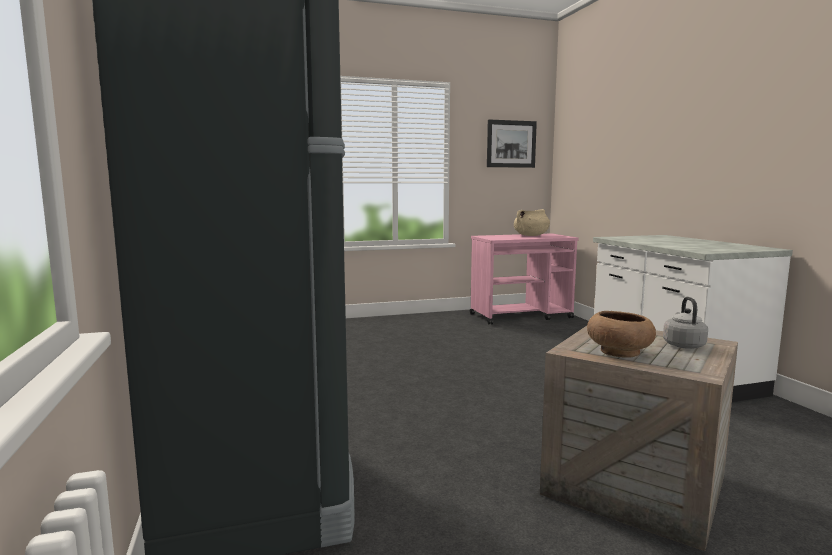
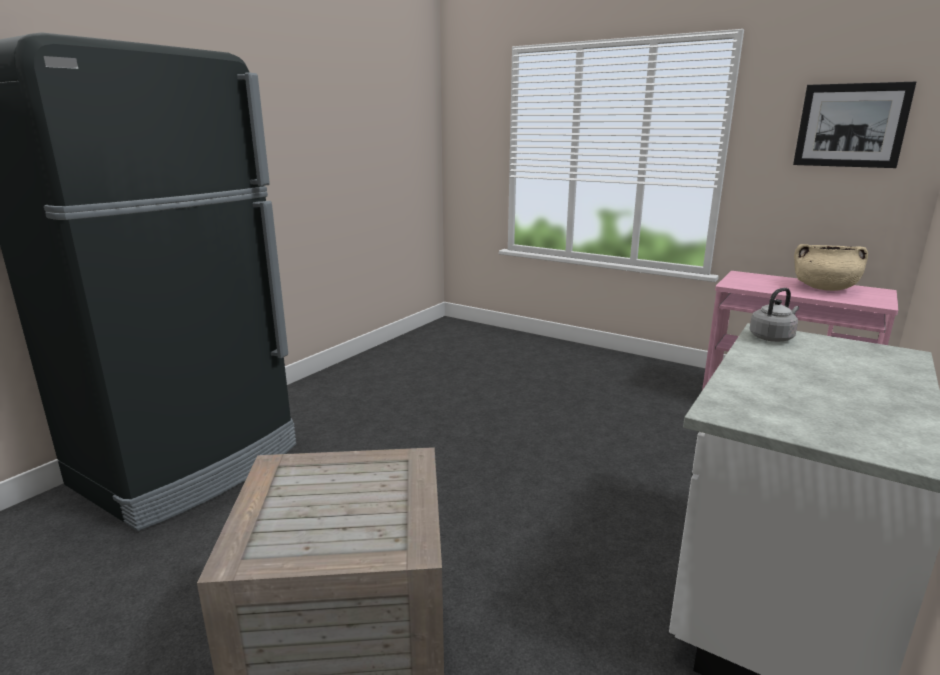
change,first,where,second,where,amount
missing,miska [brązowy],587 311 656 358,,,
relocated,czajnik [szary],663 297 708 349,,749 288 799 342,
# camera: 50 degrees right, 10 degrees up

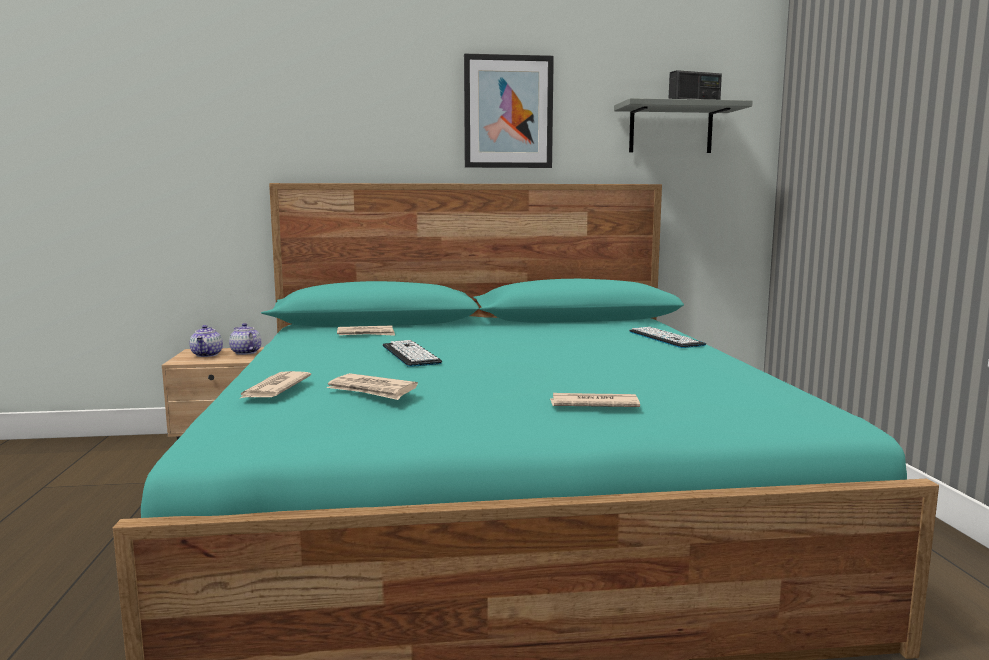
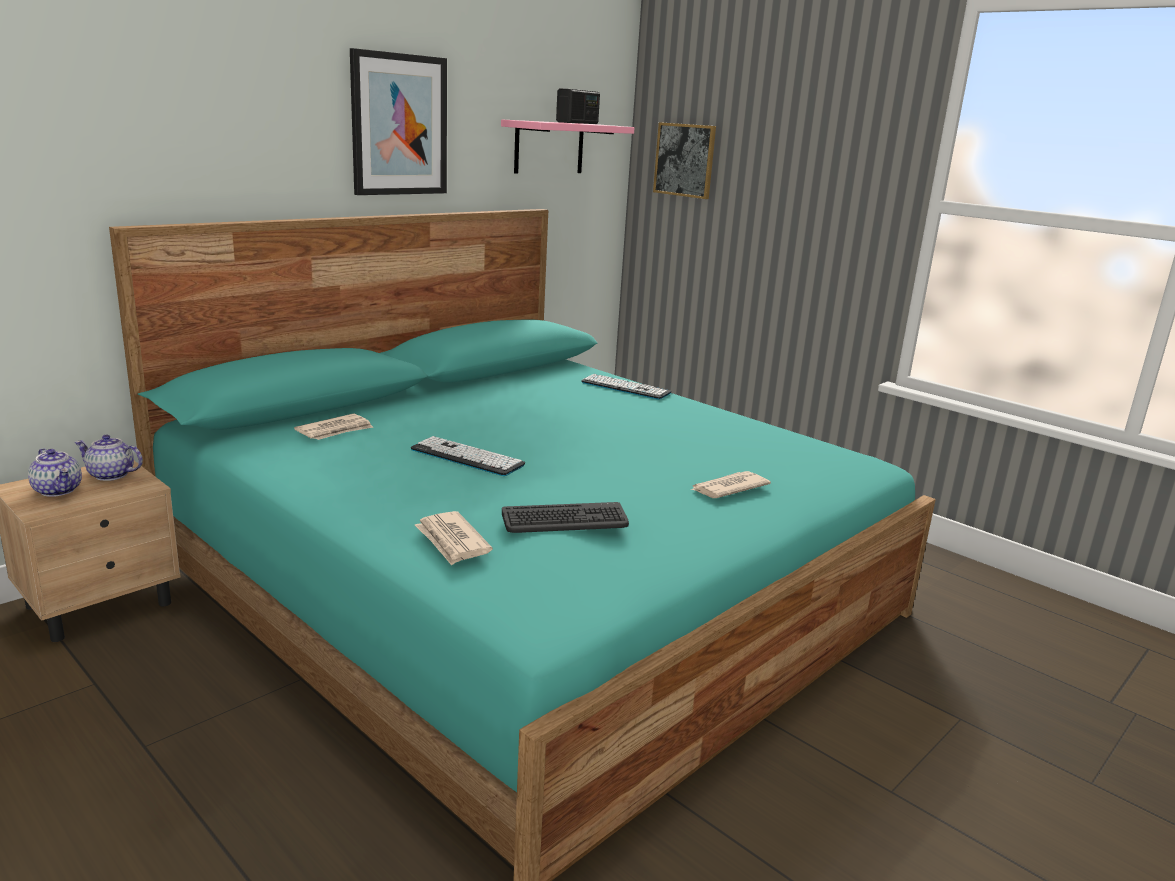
change,first,where,second,where,amount
exchanged,gazeta,327 373 418 400,klawiatura,502 502 629 533,
colour,półka [szary],614 98 753 153,półka [różowy],501 120 634 173,
appeared,,,obraz,653 122 716 199,
# camera: 40 degrees left, 10 degrees up

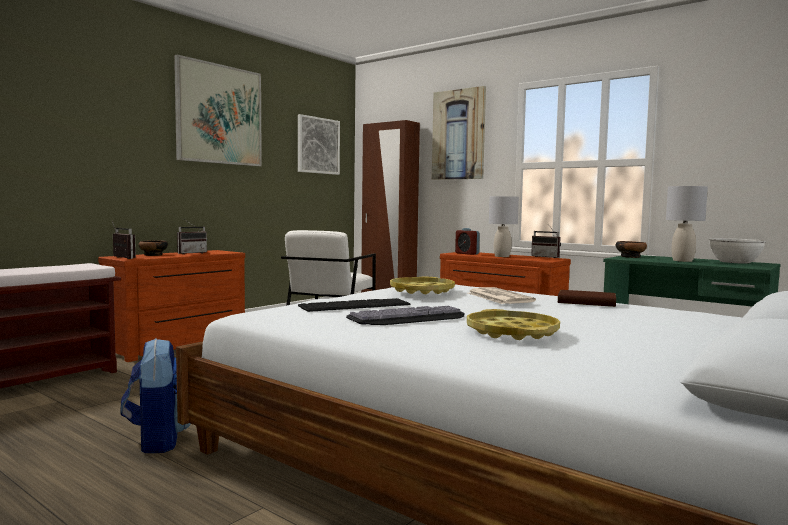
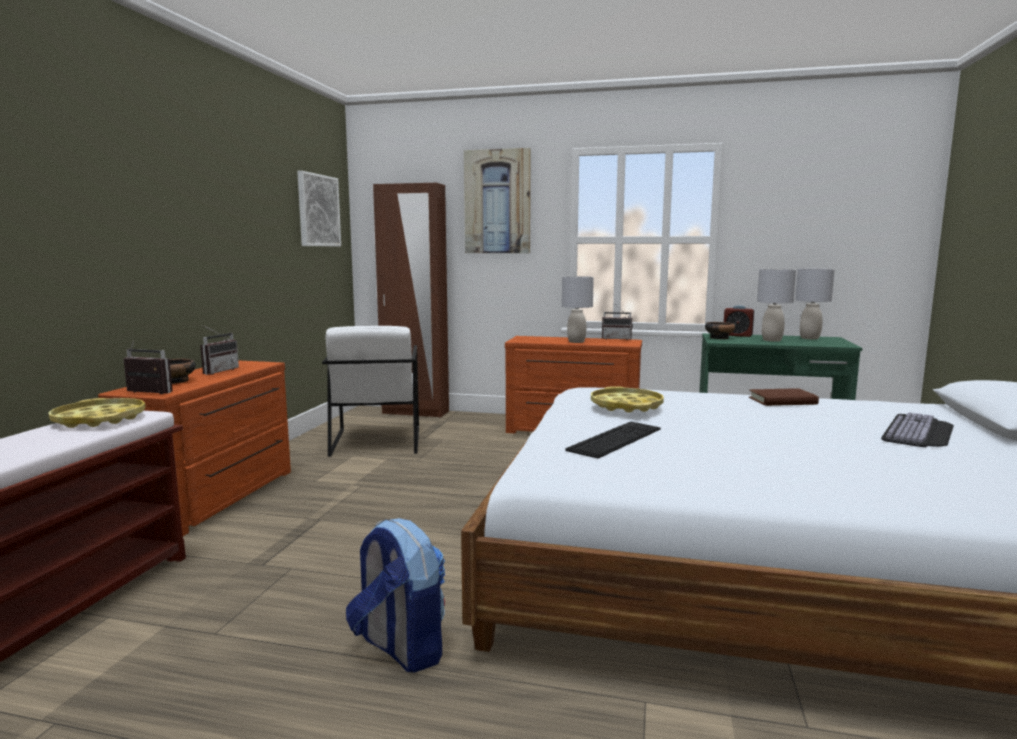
change,first,where,second,where,amount
missing,obraz,174 54 262 166,,,
relocated,klawiatura,346 306 465 325,,881 412 954 447,
relocated,budzik,455 228 480 255,,724 305 754 337,
relocated,taca [żółty],467 309 560 340,,48 398 146 428,
missing,gazeta,468 287 536 304,,,
exchanged,miska [biały],709 238 766 263,lampa stołowa [szary],795 269 835 339,
# camera: 25 degrees left, 5 degrees up

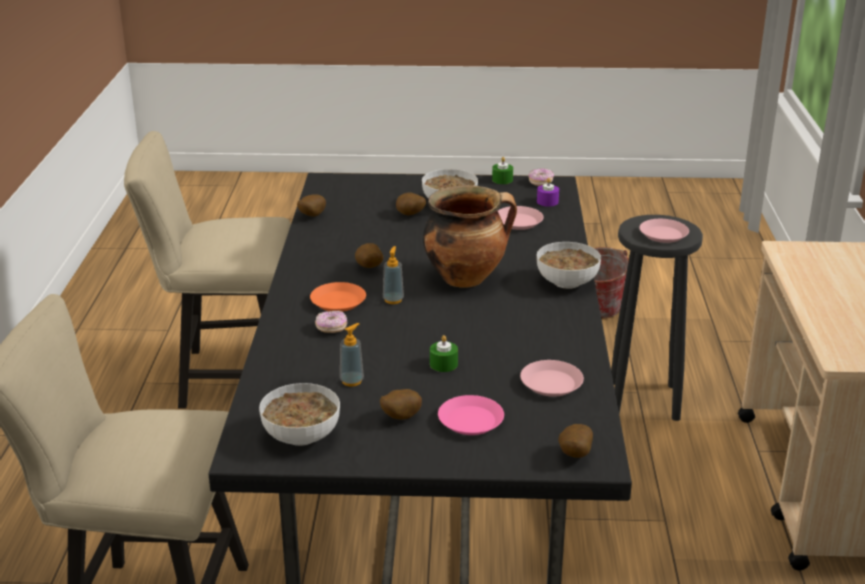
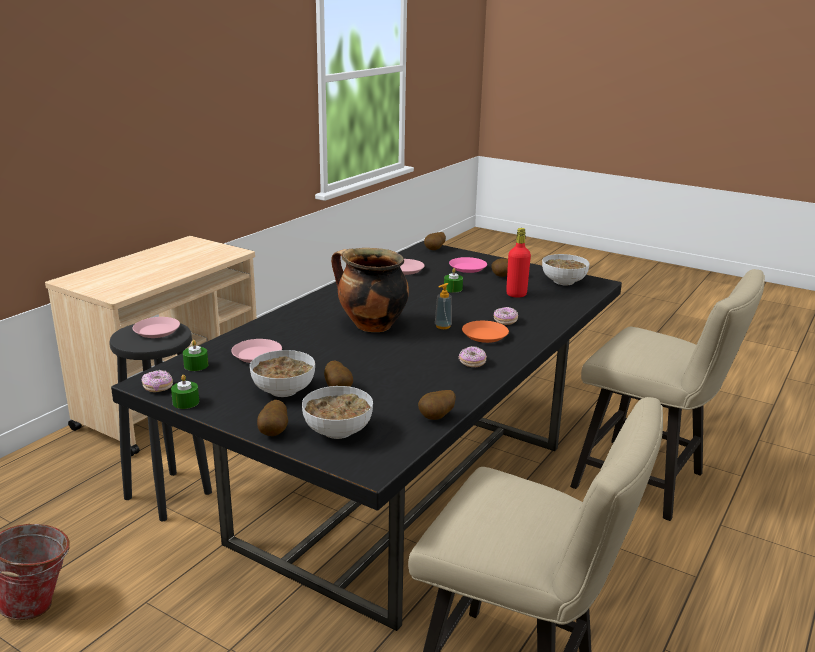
change,first,where,second,where,amount
exchanged,dozownik mydła,340 323 364 387,butelka [czerwony],506 228 531 297,
relocated,ziemniak,355 243 383 268,,257 400 288 436,
relocated,miska,536 242 601 289,,302 386 373 439,
colour,świeca [fioletowy],537 178 559 207,świeca [zielony],183 340 208 371,
appeared,,,donut,459 346 487 367,
# camera: 150 degrees left, 5 degrees down

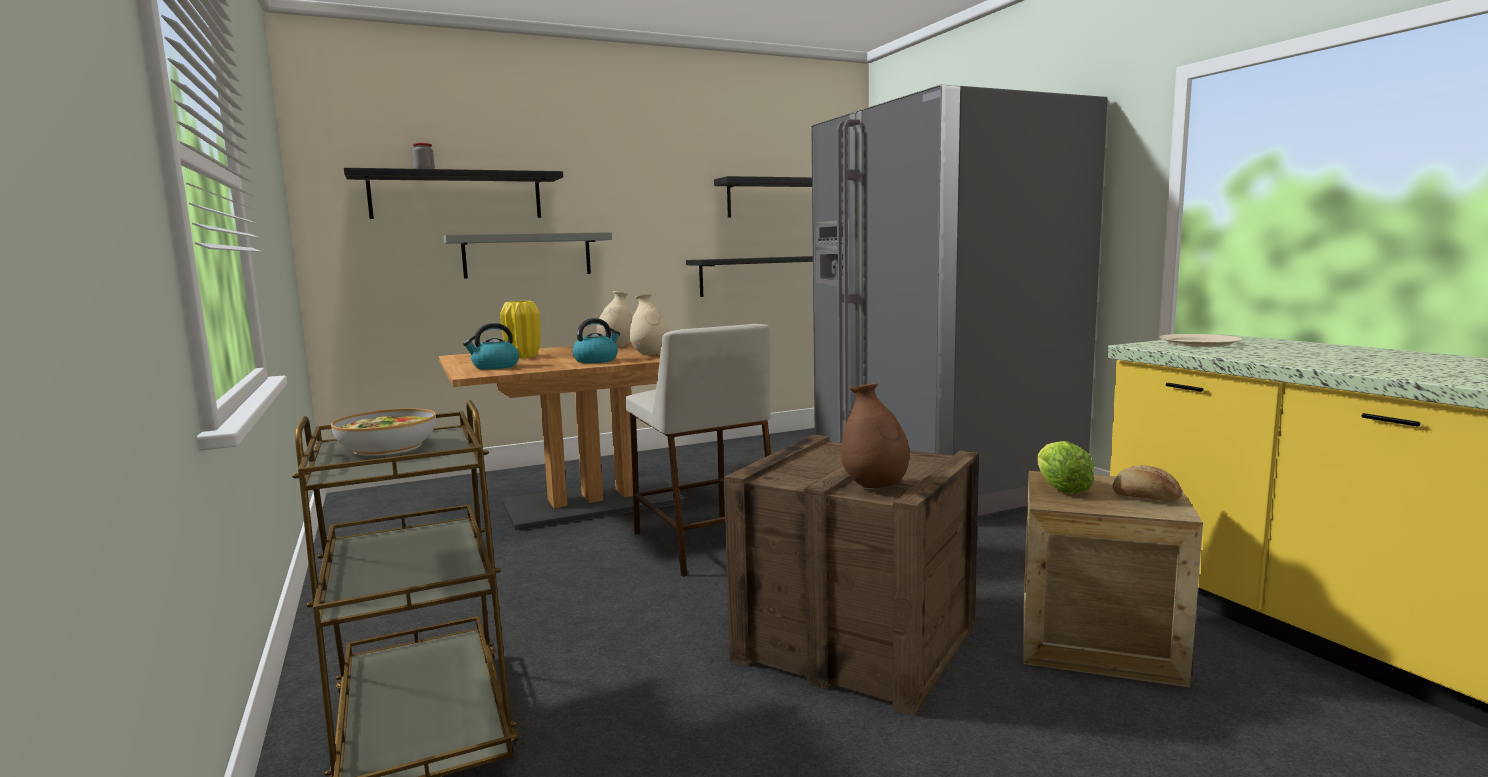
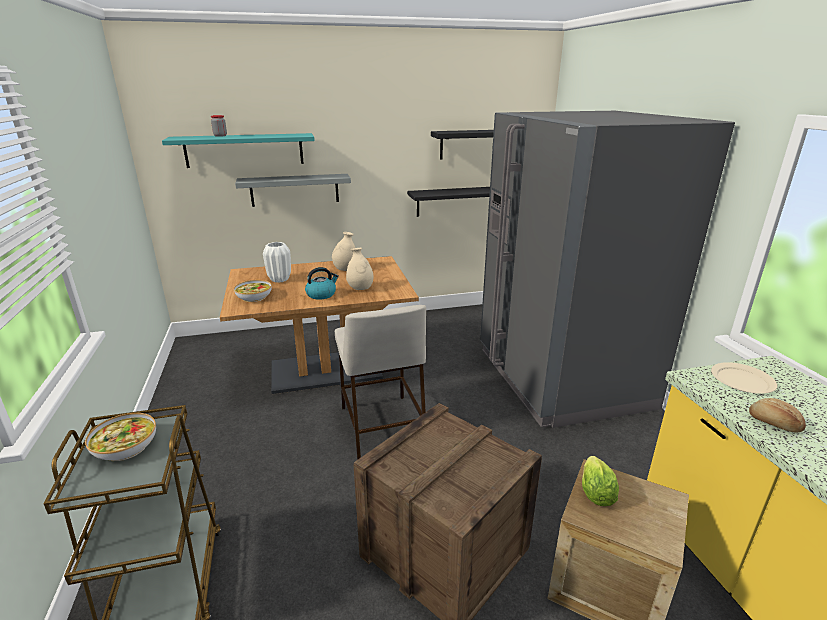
change,first,where,second,where,amount
colour,półka [czarny],344 168 563 219,półka [turkusowy],162 133 315 168,
exchanged,czajnik,463 323 519 370,miska,234 280 272 302,
colour,wazon [żółty],500 301 541 358,wazon [biały],263 242 291 283,
missing,wazon [brązowy],841 383 910 488,,,
relocated,chleb,1113 465 1182 501,,749 398 806 433,
# camera: 10 degrees right, 15 degrees up

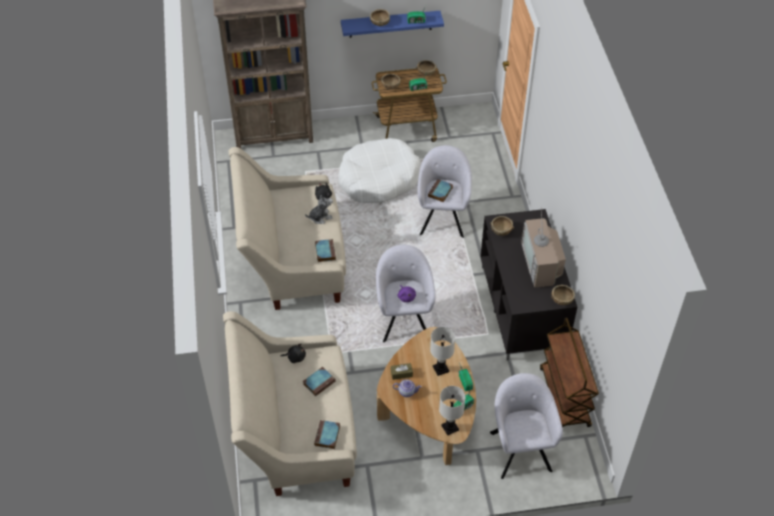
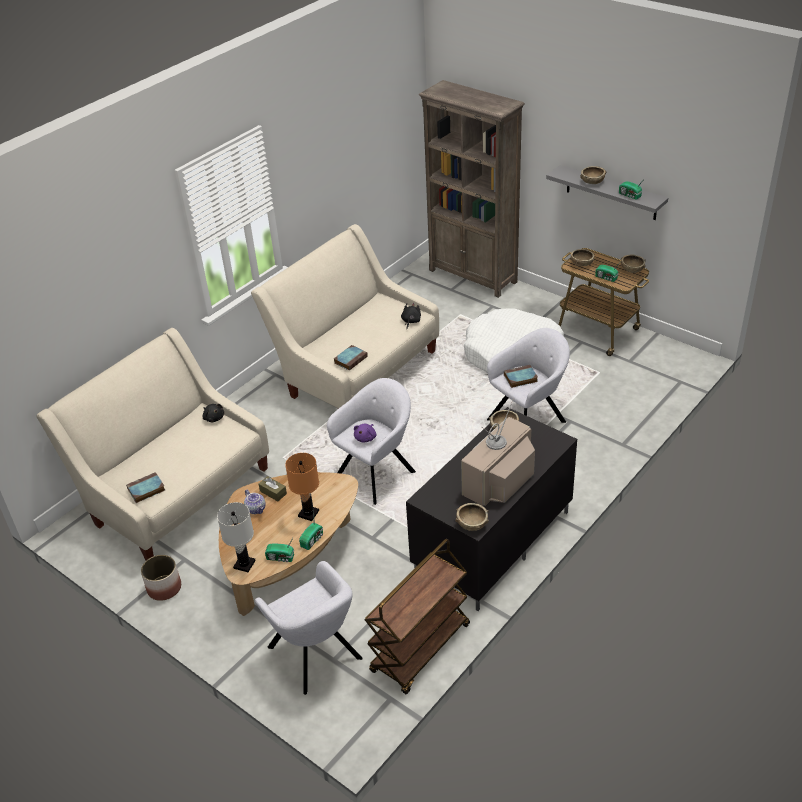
change,first,where,second,where,amount
missing,książka,303 367 336 396,,,
missing,pluszak,305 195 333 224,,,
colour,półka [niebieski],341 11 444 38,półka [szary],546 165 668 220,
colour,lampa stołowa [biały],430 327 455 376,lampa stołowa [pomarańczowy],285 453 319 521,
spun,fotel [szary],490 373 563 479,,255 561 363 695,105 degrees clockwise
appeared,,,donica,141 555 181 601,
# camera: 50 degrees right, 10 degrees down

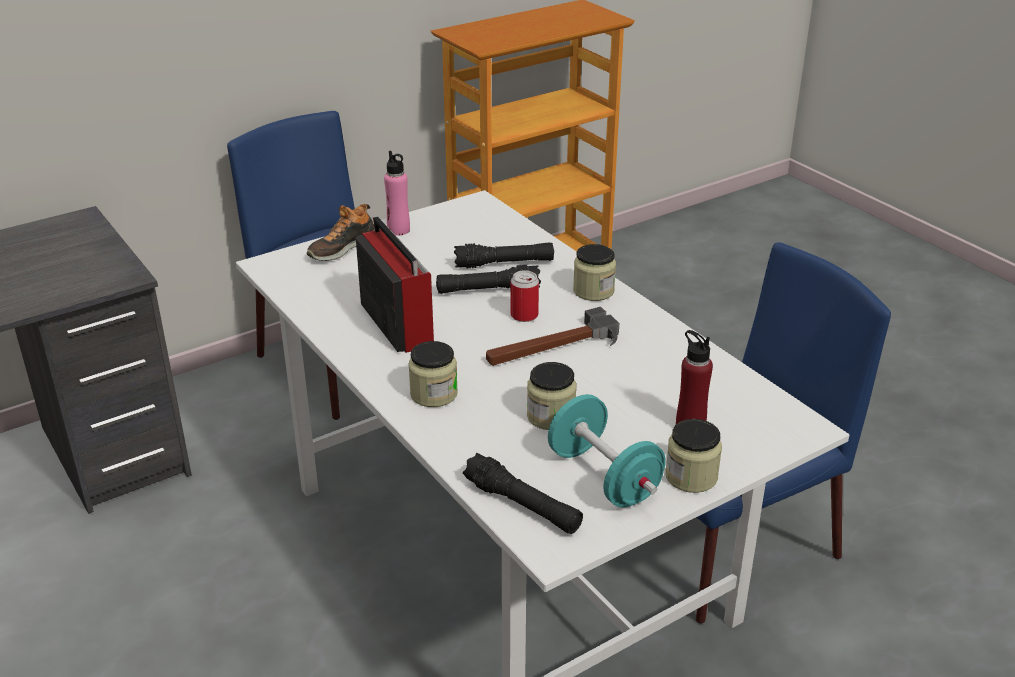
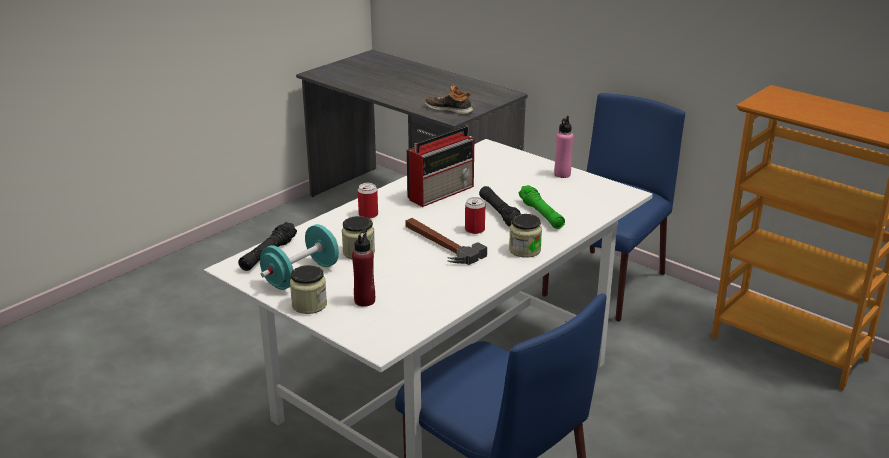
change,first,where,second,where,amount
relocated,but,307 204 374 261,,425 84 473 115,
exchanged,słoik,408 341 458 407,puszka,358 183 378 219,
colour,latarka [czarny],454 242 554 268,latarka [zielony],519 185 565 229,
# camera: 75 degrees right, 5 degrees down

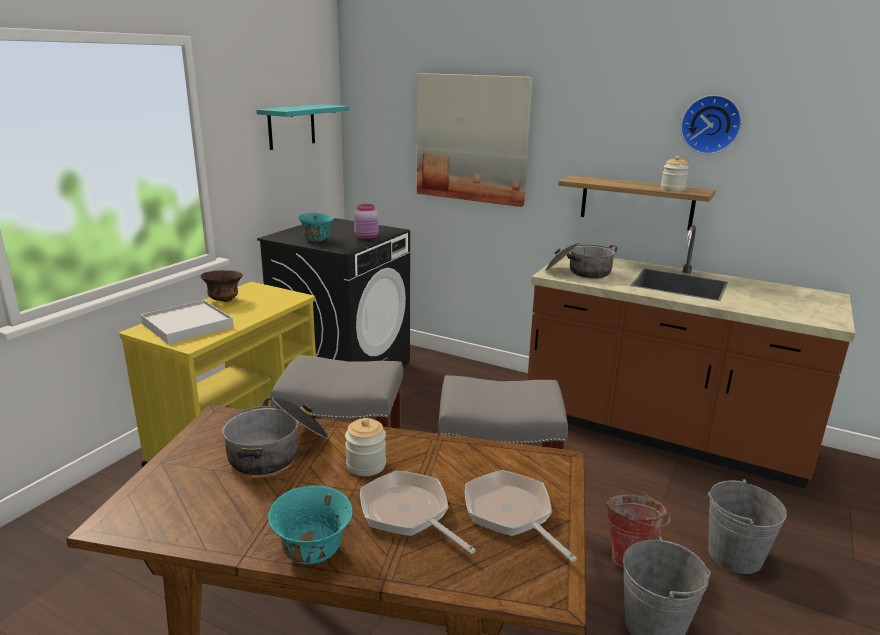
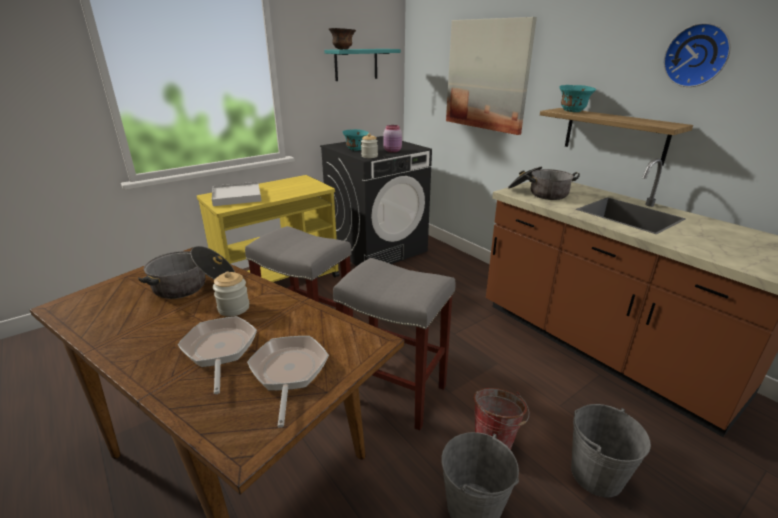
change,first,where,second,where,amount
relocated,miska [brązowy],200 270 243 302,,329 28 356 50,
relocated,miska [turkusowy],268 485 352 564,,559 85 596 112,
relocated,słoik,661 156 689 191,,361 133 378 158,
# camera: 25 degrees right, 5 degrees up

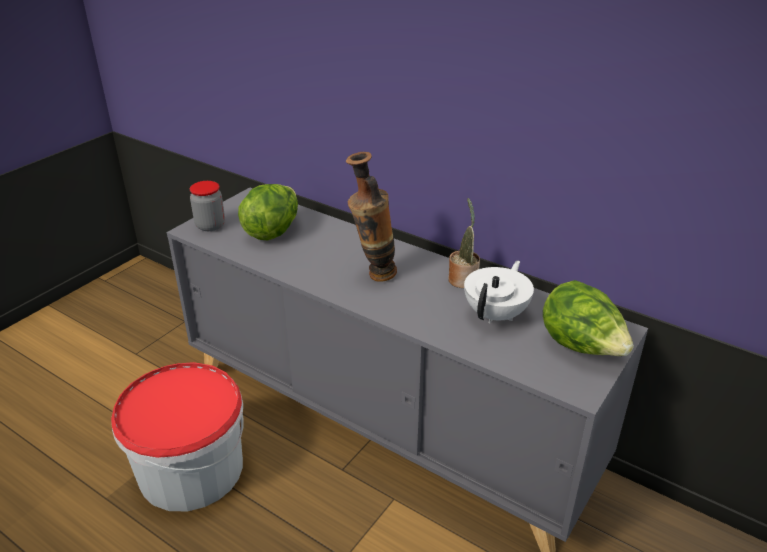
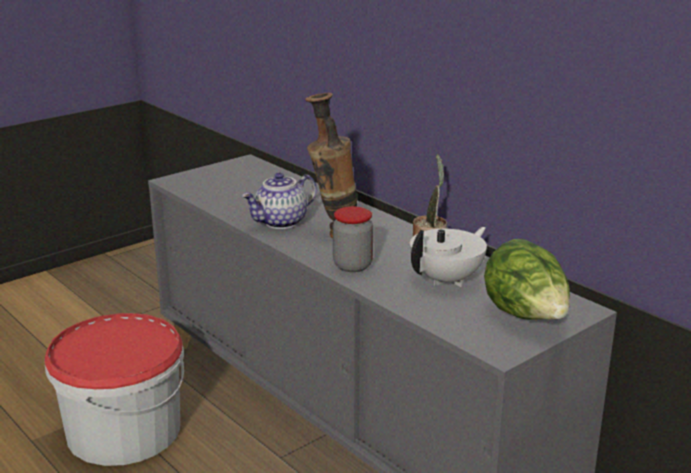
change,first,where,second,where,amount
relocated,słoik,190 181 225 231,,333 206 373 272,
missing,sałata,238 184 298 240,,,
appeared,,,imbryk,242 173 317 229,
# camera: 15 degrees right, 10 degrees down

